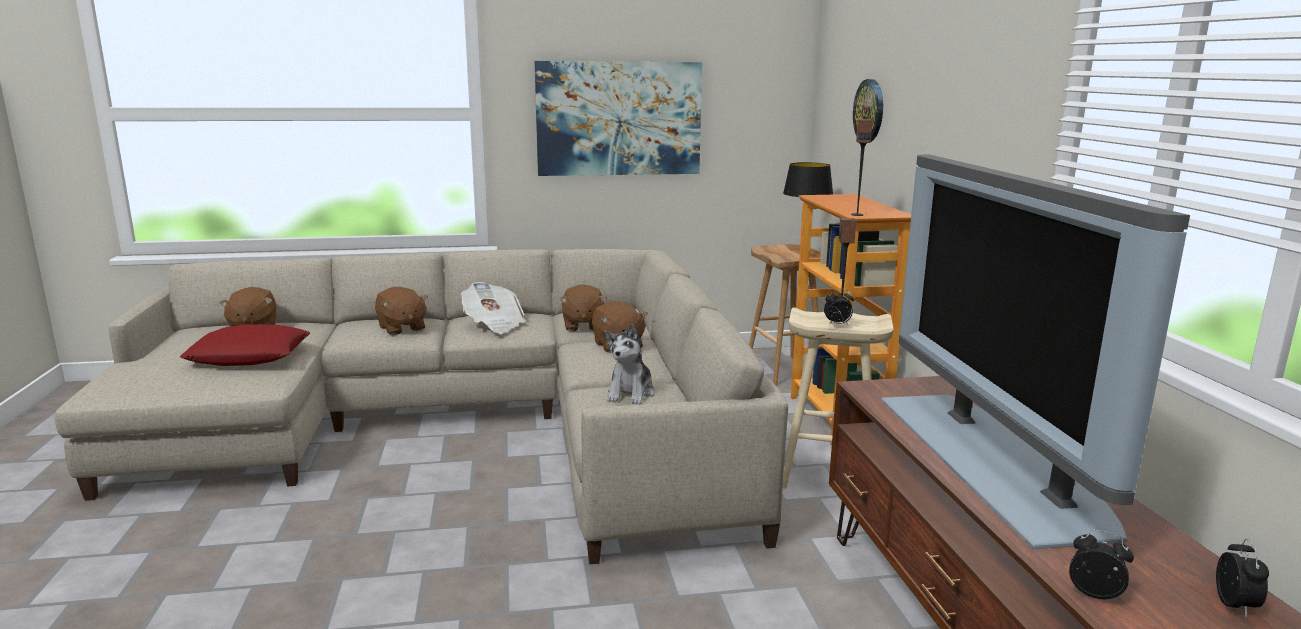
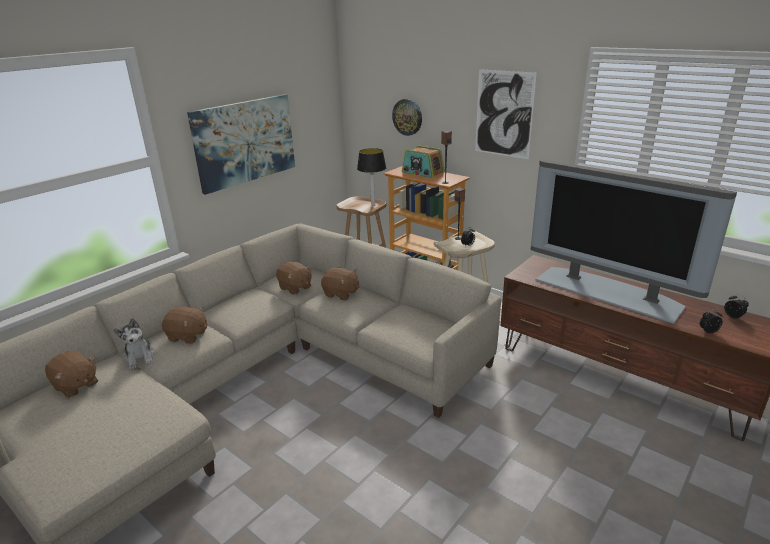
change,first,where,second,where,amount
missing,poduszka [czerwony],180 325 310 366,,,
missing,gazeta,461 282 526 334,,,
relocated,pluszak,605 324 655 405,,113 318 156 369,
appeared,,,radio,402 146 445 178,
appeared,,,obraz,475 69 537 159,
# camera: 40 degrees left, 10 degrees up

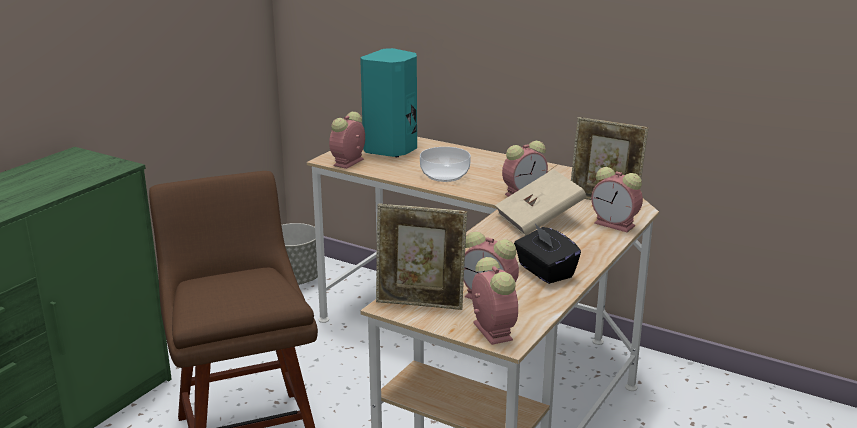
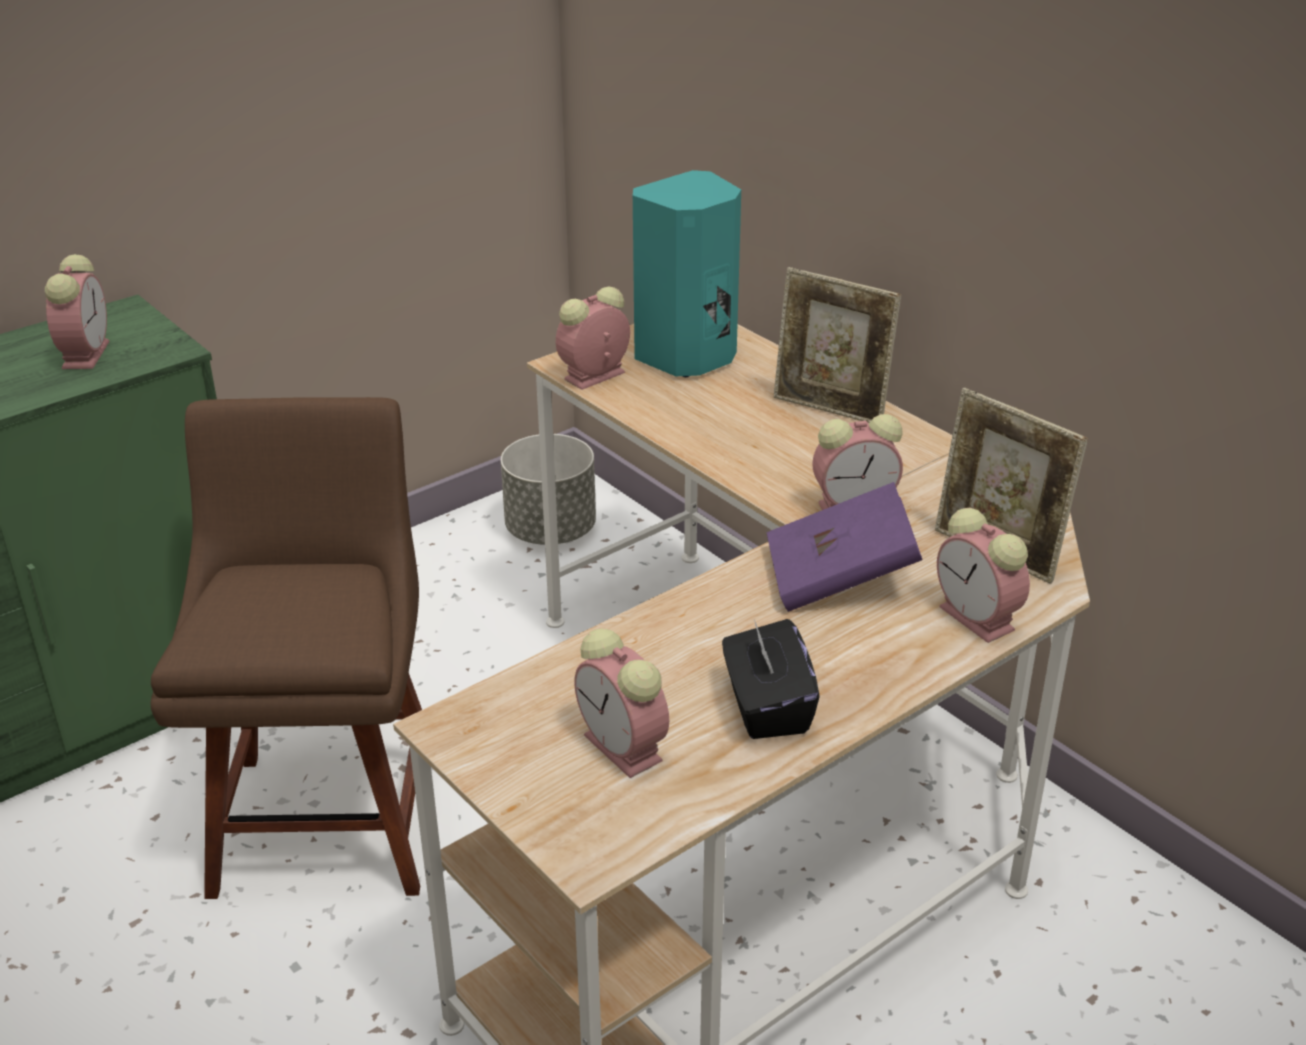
change,first,where,second,where,amount
relocated,ramka na zdjęcie,376 203 467 310,,774 267 901 423,
missing,miska,420 147 471 182,,,
relocated,budzik,472 257 518 345,,45 254 110 369,
colour,książka [beżowy],495 169 586 236,książka [fioletowy],767 482 923 612,
# camera: 20 degrees right, 10 degrees up

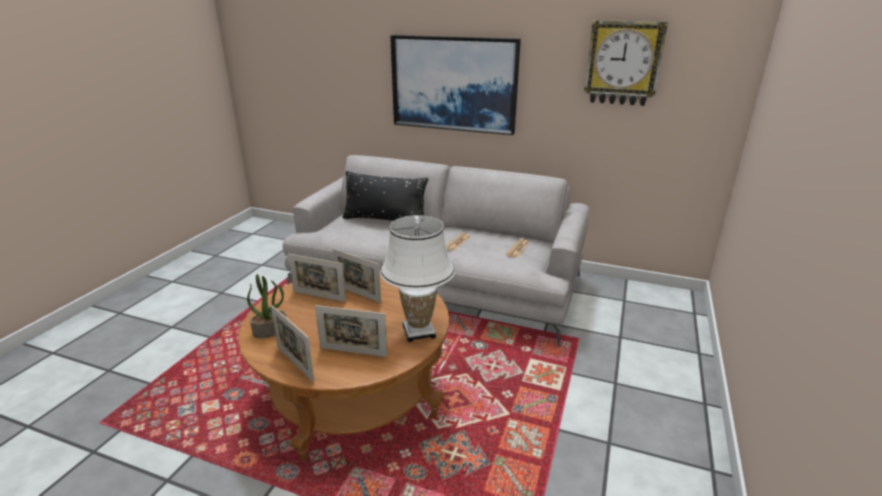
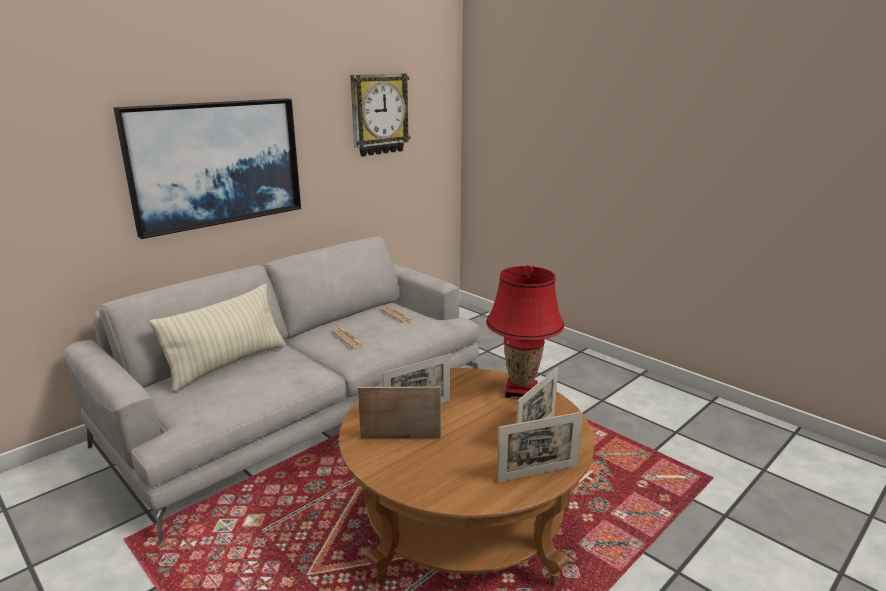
change,first,where,second,where,amount
missing,roślina doniczkowa,247 274 286 338,,,
spun,ramka na zdjęcie,288 254 346 302,,357 387 441 438,135 degrees counterclockwise
colour,poduszka [czarny],343 171 428 221,poduszka [beżowy],150 284 286 393,
colour,lampa stołowa [biały],380 215 455 342,lampa stołowa [czerwony],486 265 564 398,
# camera: 65 degrees left, 5 degrees down

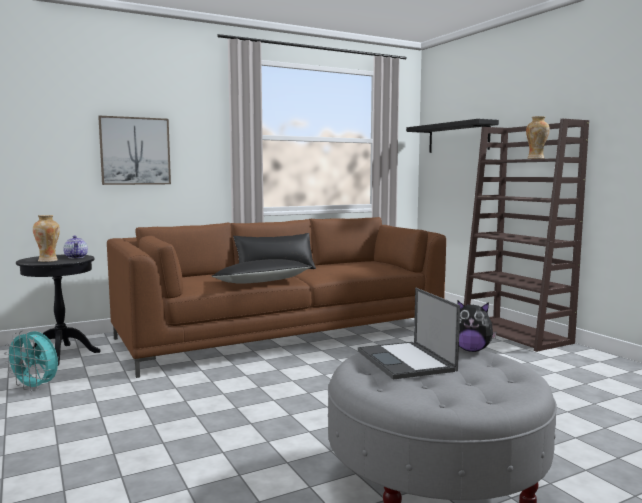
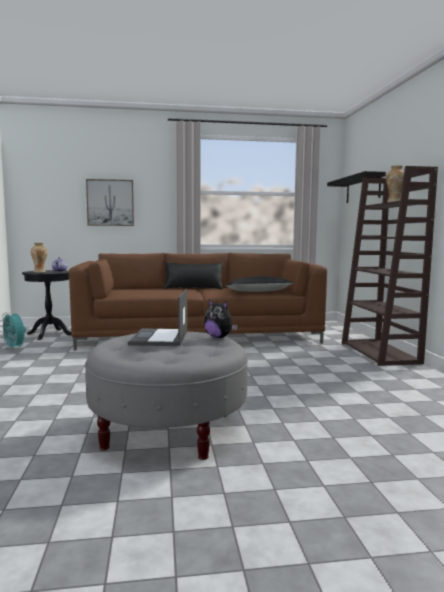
change,first,where,second,where,amount
relocated,poduszka [czarny],212 259 312 284,,225 276 294 292,
# camera: 20 degrees right, 0 degrees up

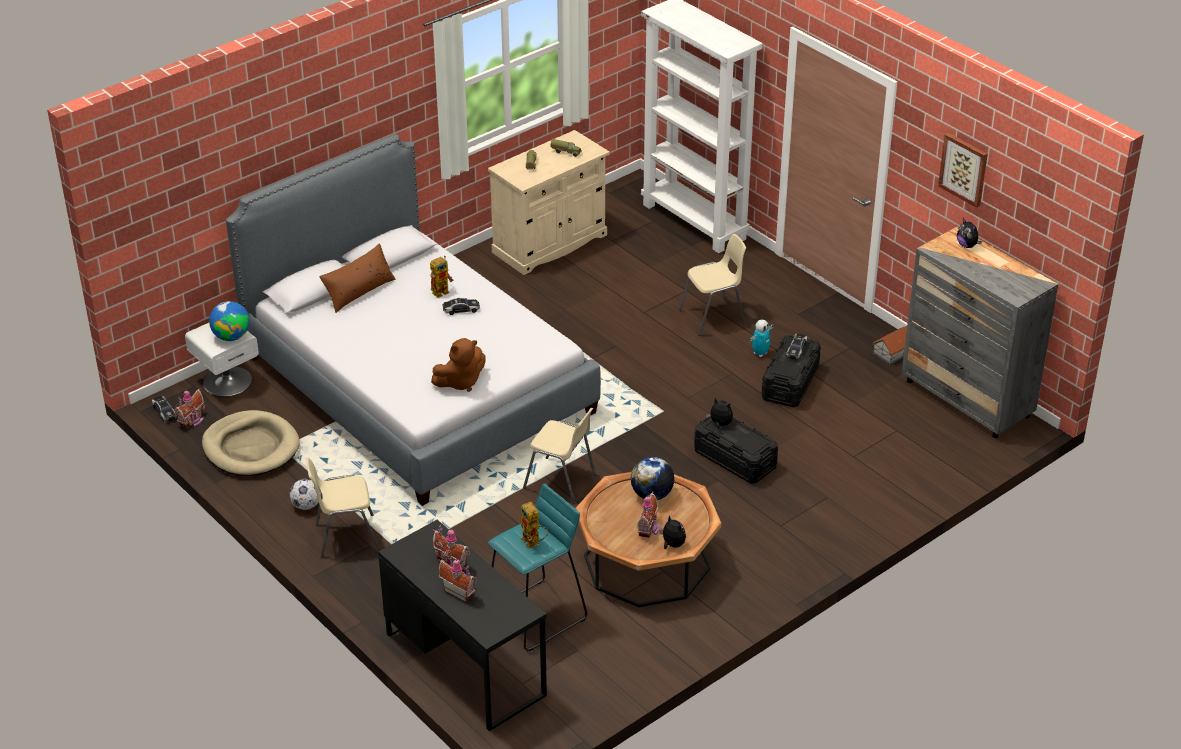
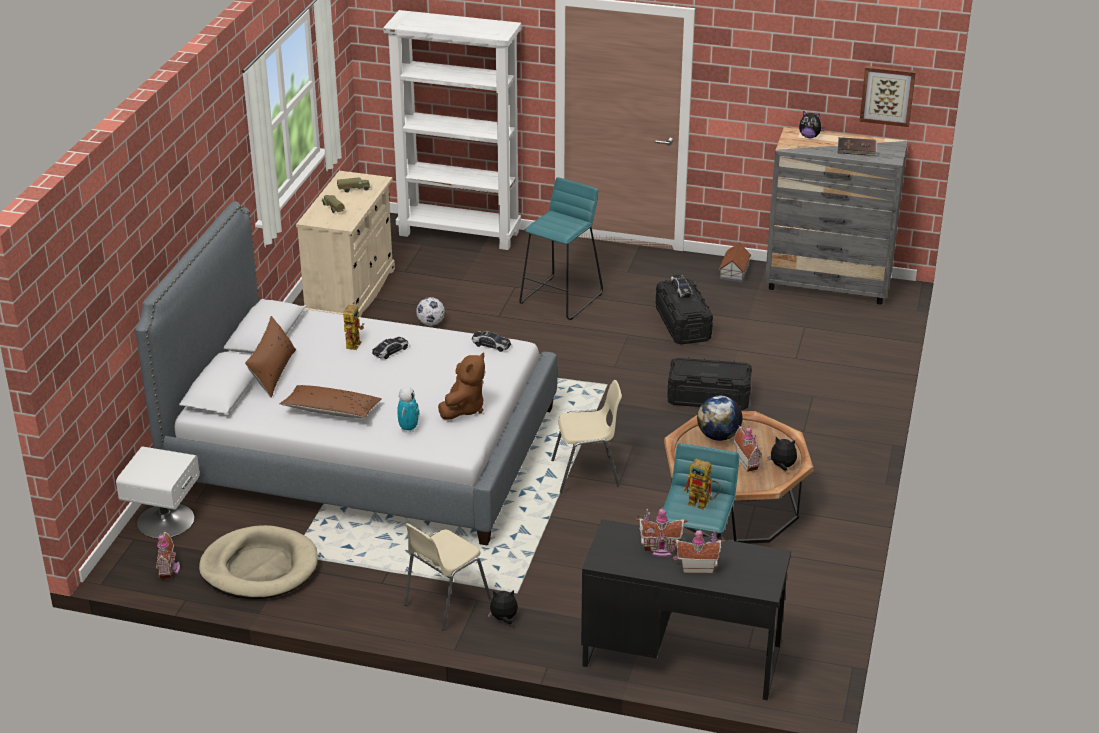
change,first,where,second,where,amount
relocated,samochodzik,152 396 177 422,,472 331 511 352,
missing,globus,209 301 250 341,,,
relocated,piłka futbolowa,290 479 321 510,,416 297 445 326,
exchanged,krzesło [beżowy],679 234 746 336,stołek [turkusowy],519 177 603 320,
relocated,pluszak,706 398 733 429,,488 590 518 624,
relocated,robot zabawkowy,749 319 774 357,,397 387 419 432,
relocated,obraz,938 133 987 208,,859 66 916 127,
appeared,,,poduszka [brązowy],280 385 382 418,
appeared,,,książka [brązowy],837 137 877 156,
# camera: 35 degrees left, 5 degrees down

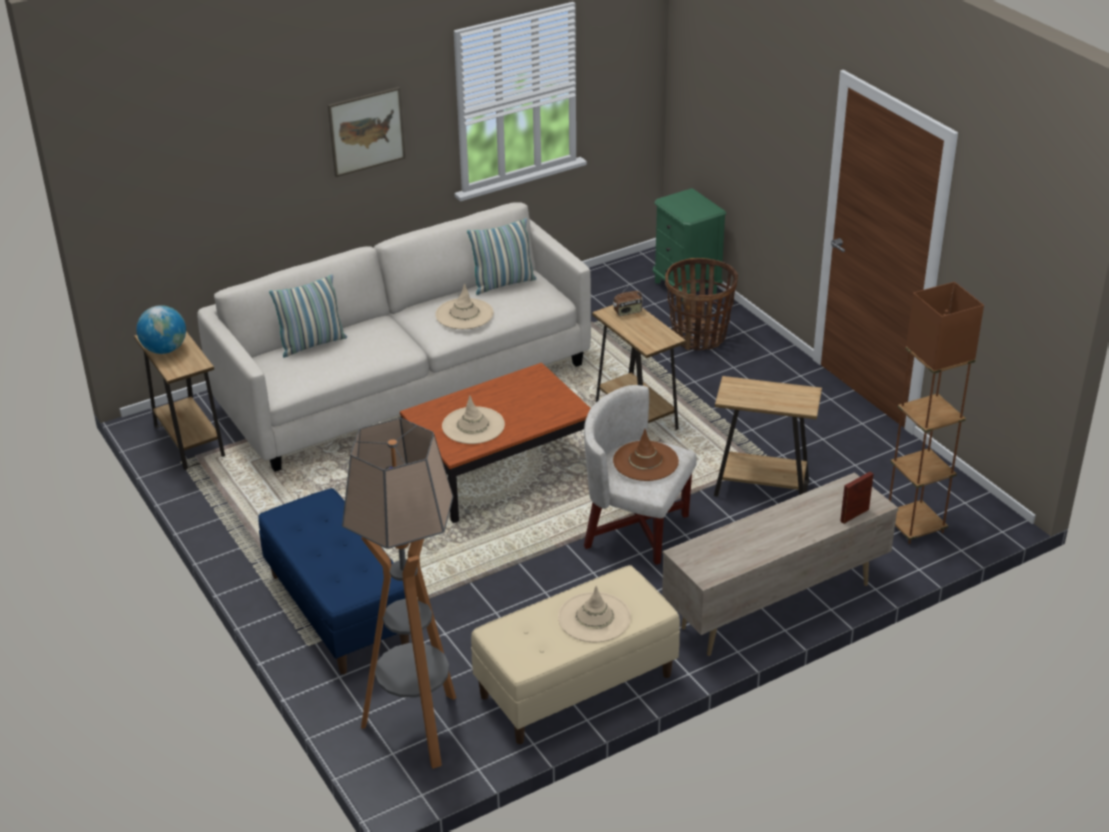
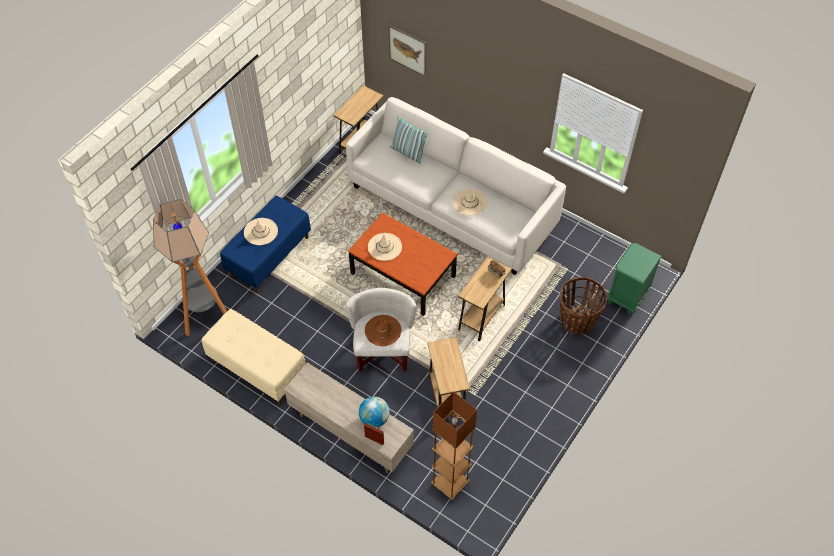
change,first,where,second,where,amount
relocated,globus,137 305 186 354,,359 397 390 428,
relocated,obraz,328 87 405 177,,388 25 426 76,
missing,poduszka,467 218 537 295,,,
relocated,kapelusz [beżowy],558 586 631 642,,244 218 278 245,
# camera: 65 degrees right, 20 degrees up

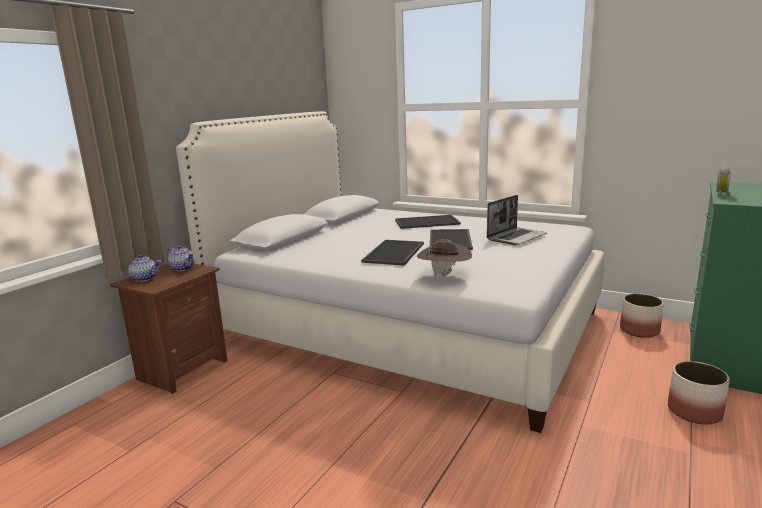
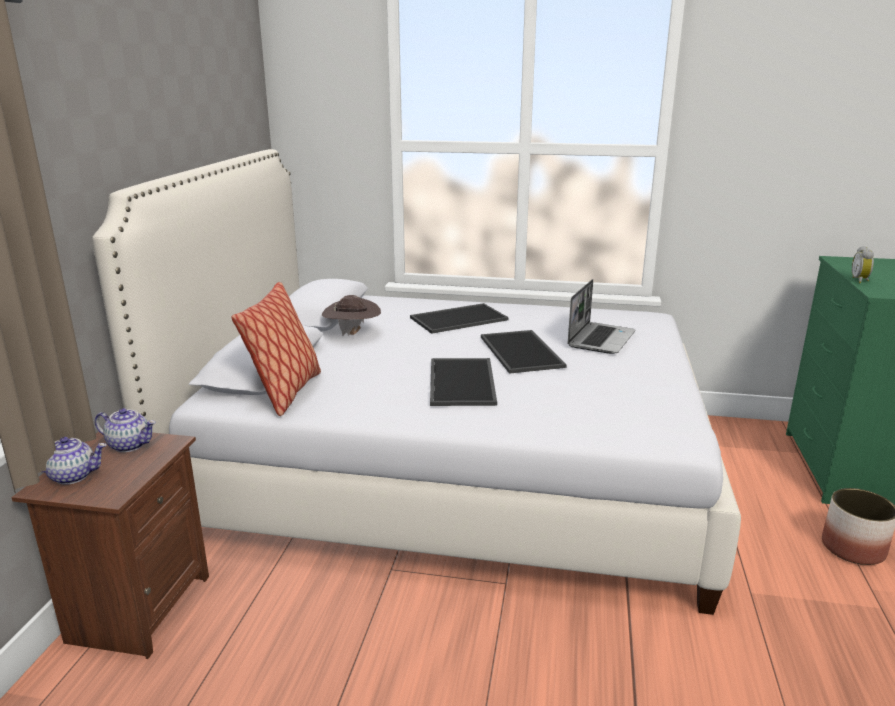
change,first,where,second,where,amount
relocated,kapelusz [brązowy],417 239 472 277,,322 295 381 336,
missing,donica,620 294 664 338,,,
appeared,,,poduszka,231 282 321 416,
# camera: 20 degrees left, 5 degrees up

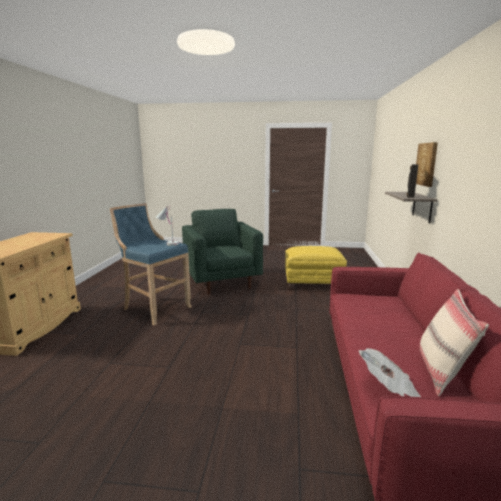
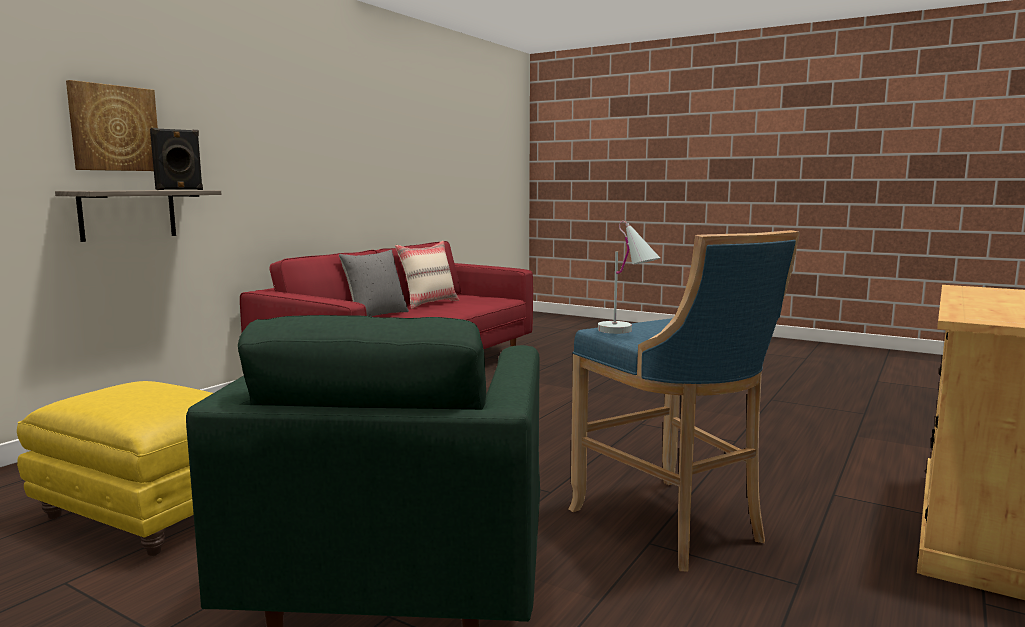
change,first,where,second,where,amount
missing,gazeta,359 348 421 397,,,
appeared,,,poduszka [szary],339 249 409 317,
# camera: 155 degrees left, 5 degrees down

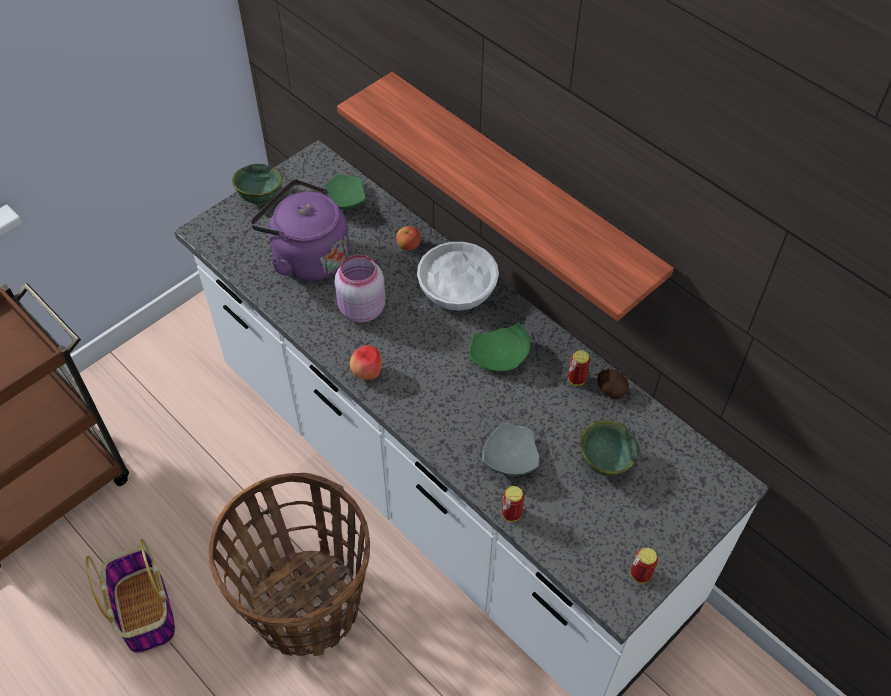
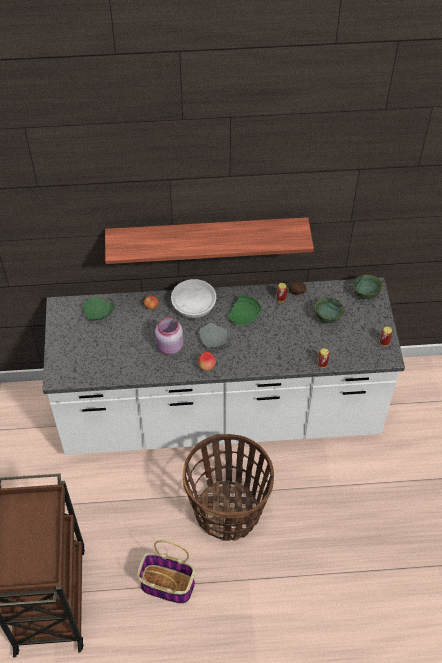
change,first,where,second,where,amount
relocated,miska [zielony],232 164 283 205,,353 274 382 299,
missing,czajnik [fioletowy],250 179 349 282,,,
relocated,talerz [szary],482 423 540 476,,199 323 232 348,
# camera: 50 degrees left, 0 degrees up

